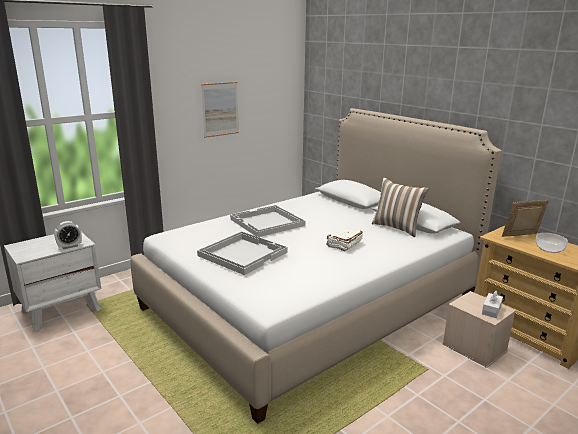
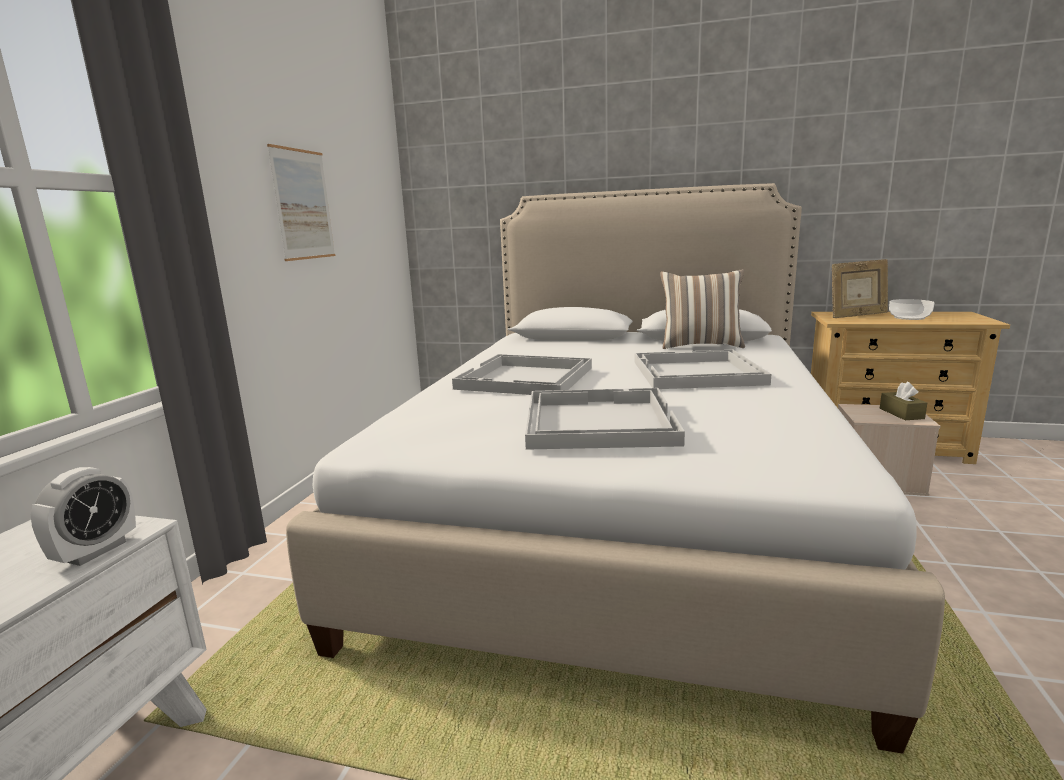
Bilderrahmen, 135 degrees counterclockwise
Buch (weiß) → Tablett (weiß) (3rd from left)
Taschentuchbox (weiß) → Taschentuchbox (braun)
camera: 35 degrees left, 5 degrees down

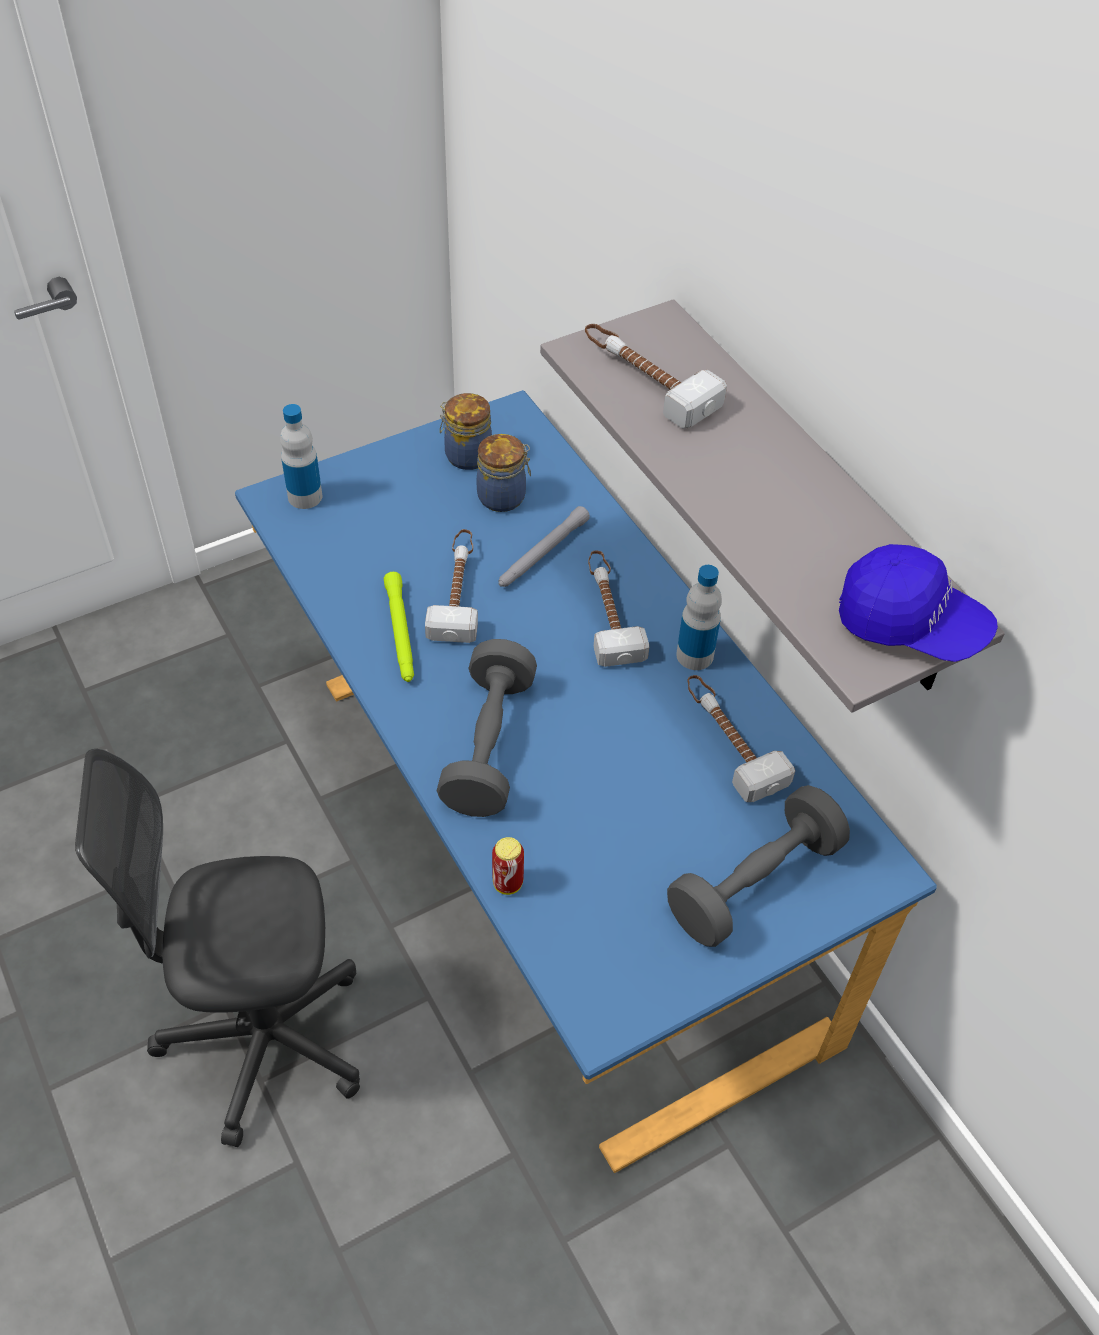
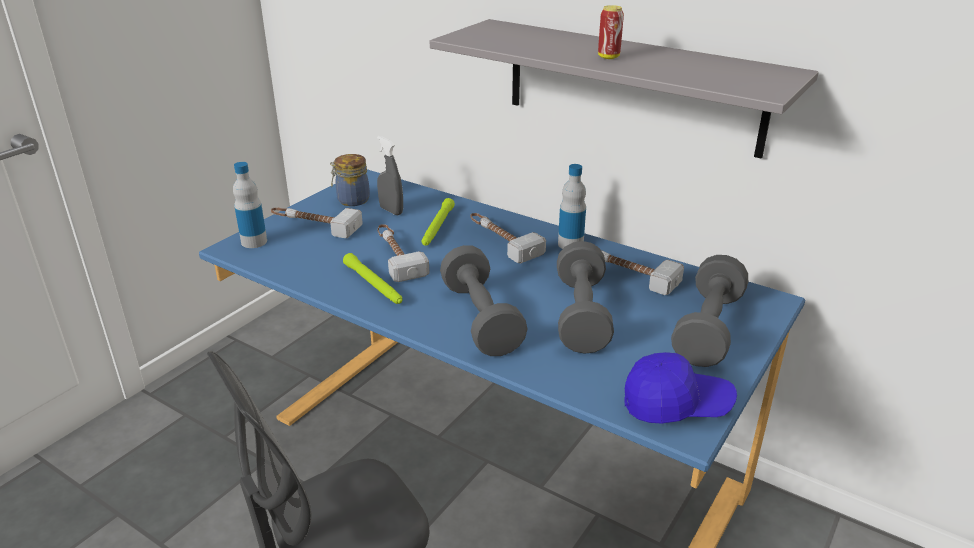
Hammer (3rd from left in the first image) → Hammer (1st from left), moved
Vorratsglas (2nd from left) → Sprühflasche (grau)
Taschenlampe (grau) → Taschenlampe (grün) (2nd from left)
Kappe (blau), moved
Dose, moved
- → Hantel (grau) (2nd from left)
camera: 25 degrees left, 20 degrees down

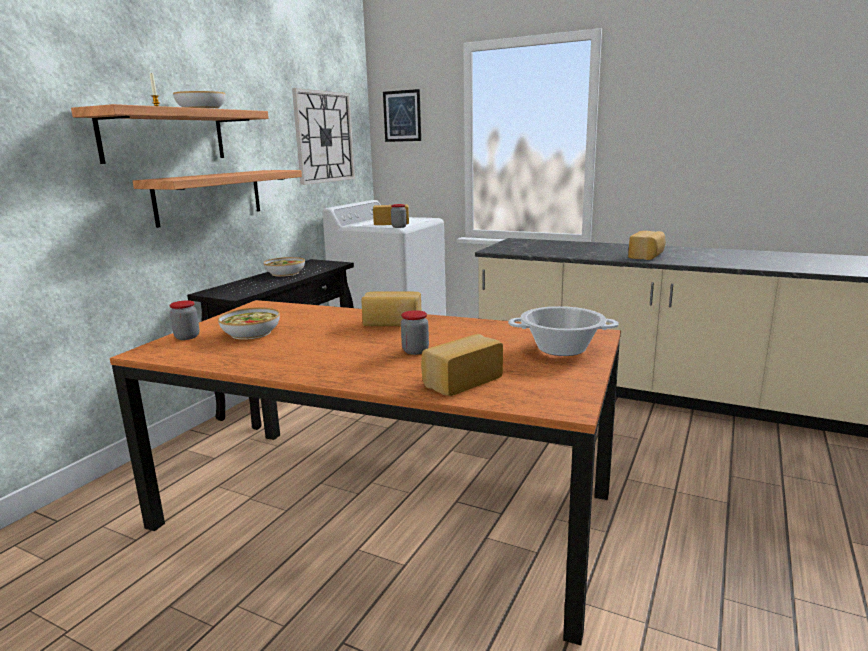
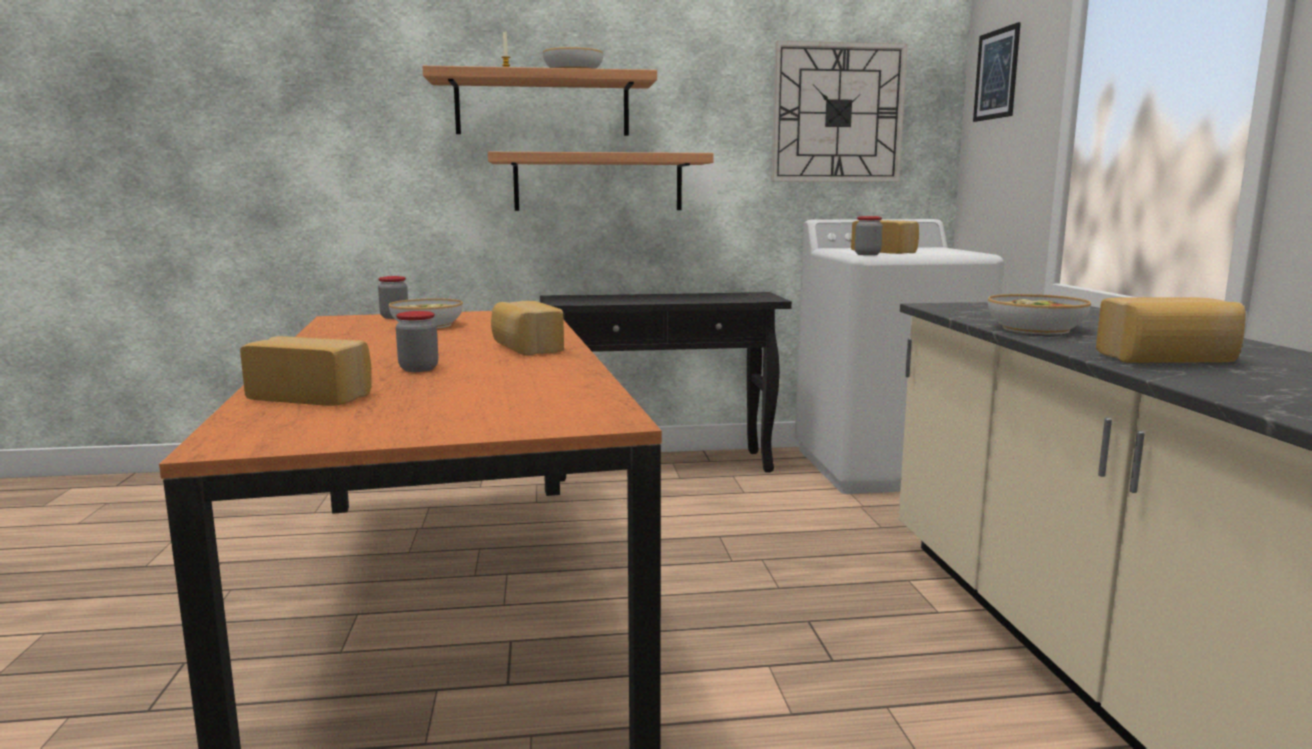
Schüssel (3rd from left), moved
Kochtopf → -
camera: 55 degrees right, 5 degrees down

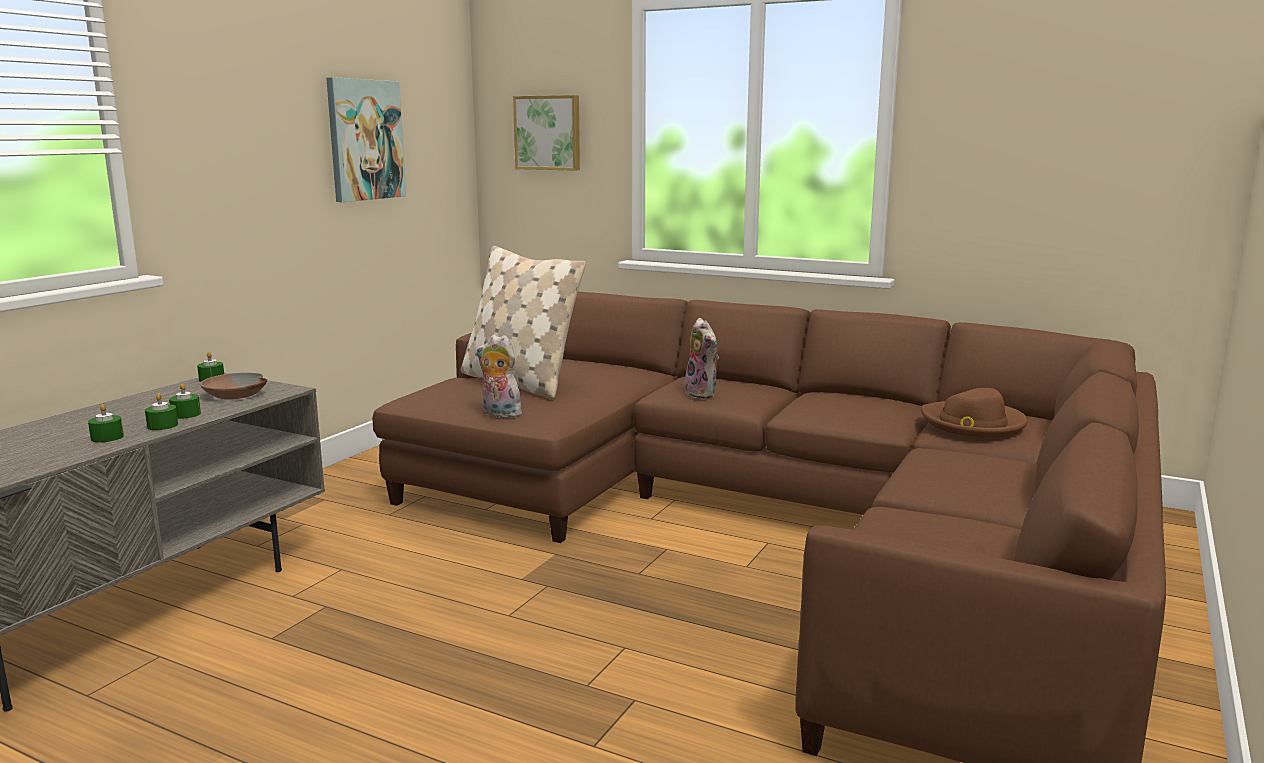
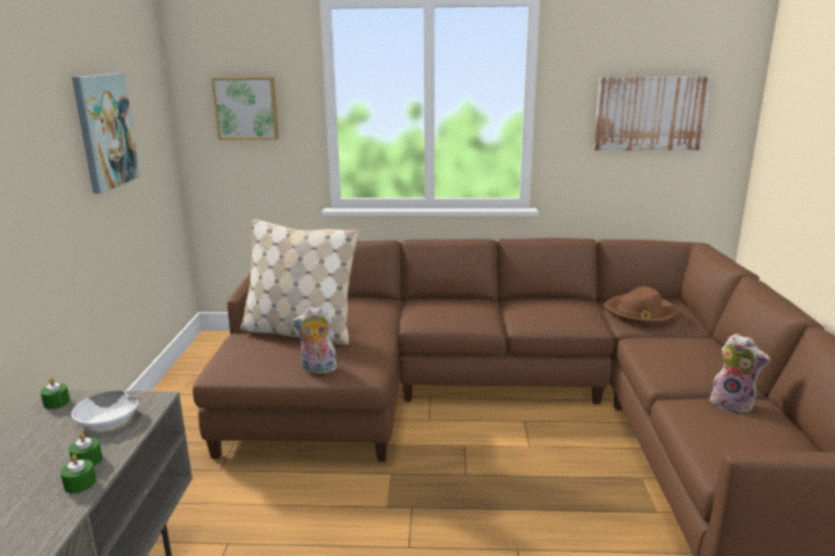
Plüschtier (2nd from left), moved
Schüssel (braun) → Schüssel (weiß)
Kerze (grün) (1st from left) → -
- → Bild (3rd from left)
camera: 25 degrees left, 5 degrees up

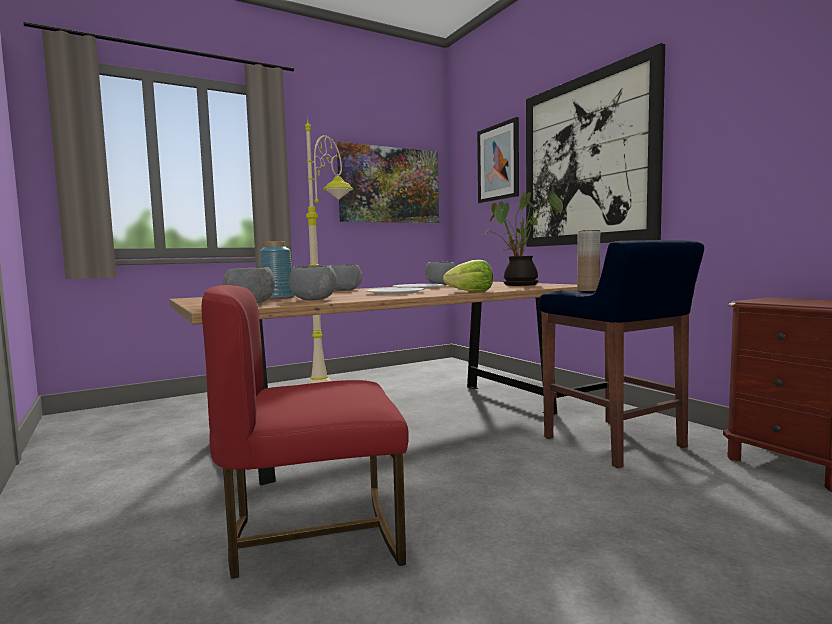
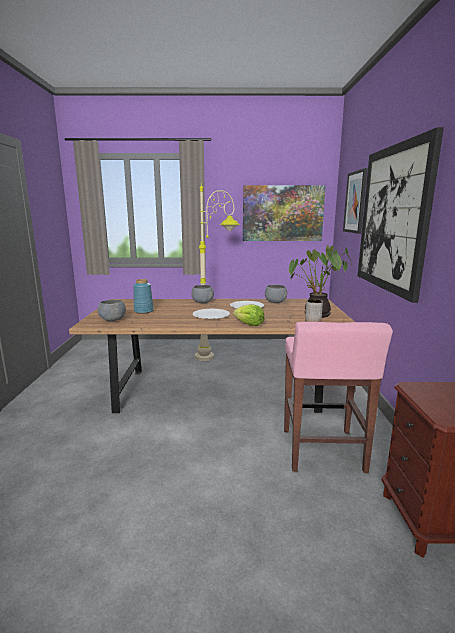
Hocker (blau) → Hocker (rosa)
Schüssel (grau) (2nd from left) → -
Stuhl (rot) → -
camera: 30 degrees right, 10 degrees up

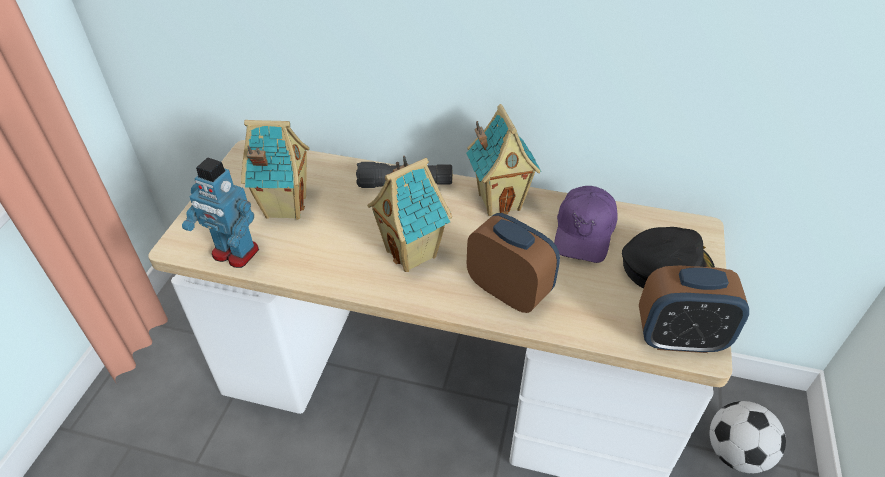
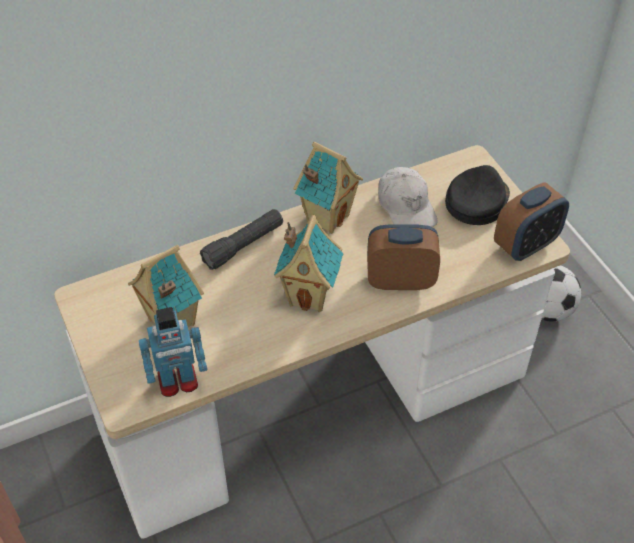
Kappe (lila) → Kappe (weiß)
camera: 40 degrees left, 5 degrees up

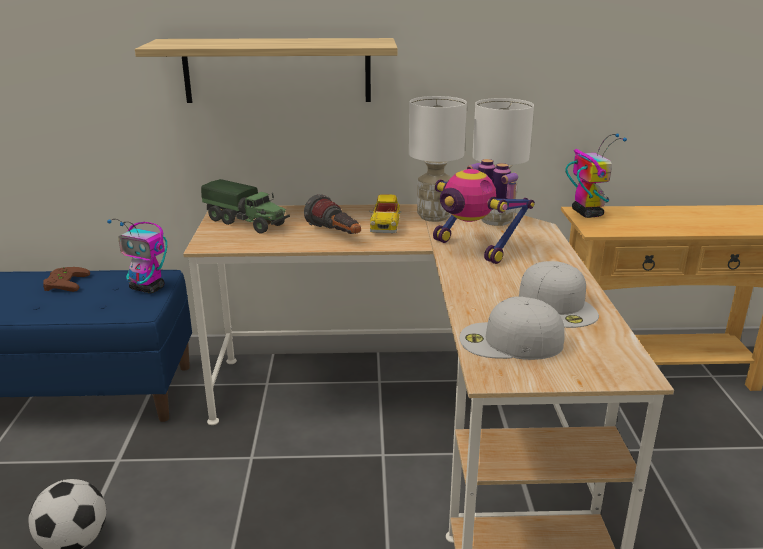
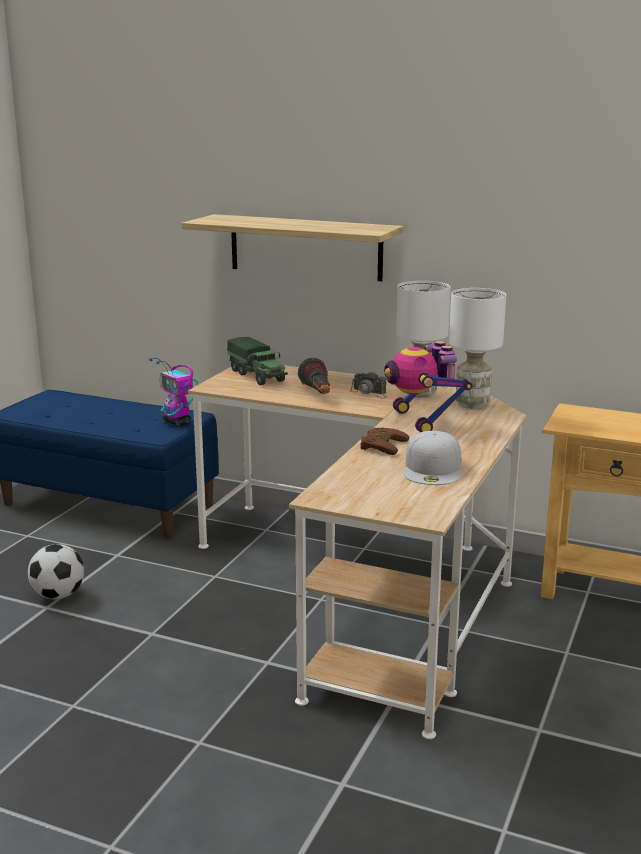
Spielzeugroboter (3rd from left) → -
Spielzeugauto → Kamera
Gamepad (braun), moved
Kappe (weiß) (1st from left) → -
camera: 25 degrees right, 5 degrees down

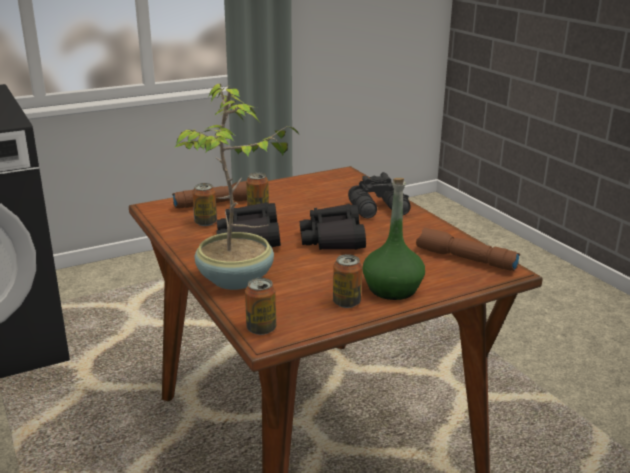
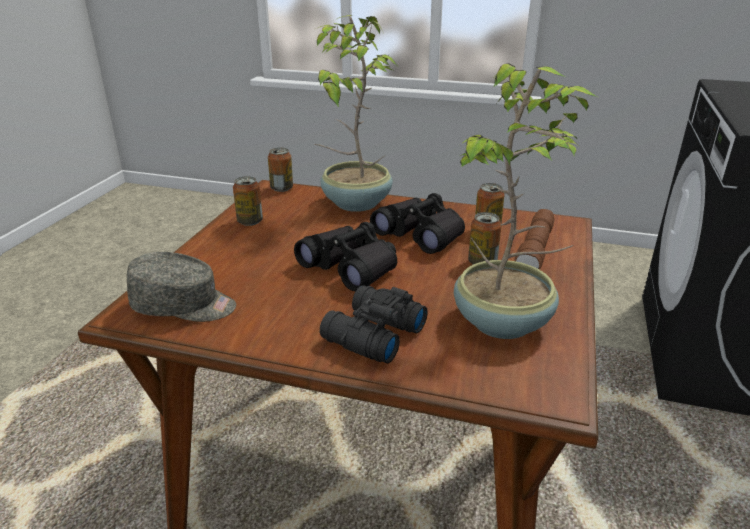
Flasche (grün) → -
Taschenlampe (braun) (2nd from left) → Kappe (grau)
- → Topfpflanze (2nd from left)
camera: 135 degrees right, 5 degrees up

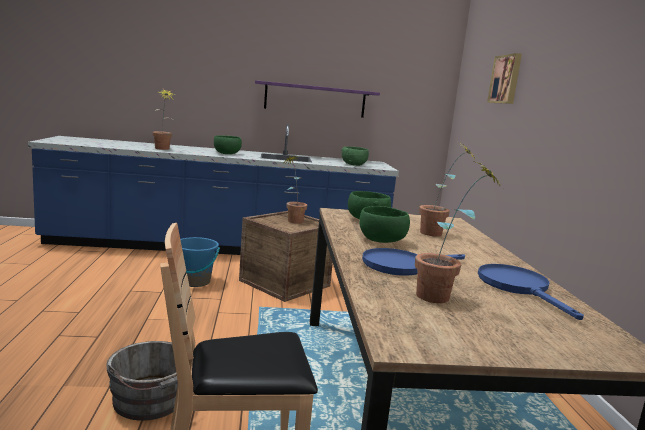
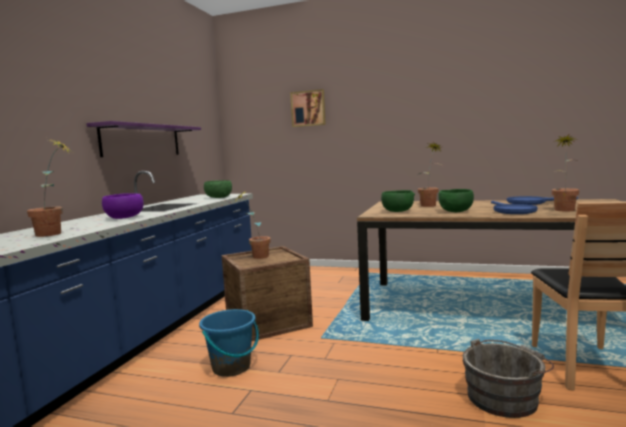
Schüssel (grün) (1st from left) → Schüssel (lila)
camera: 65 degrees left, 5 degrees down

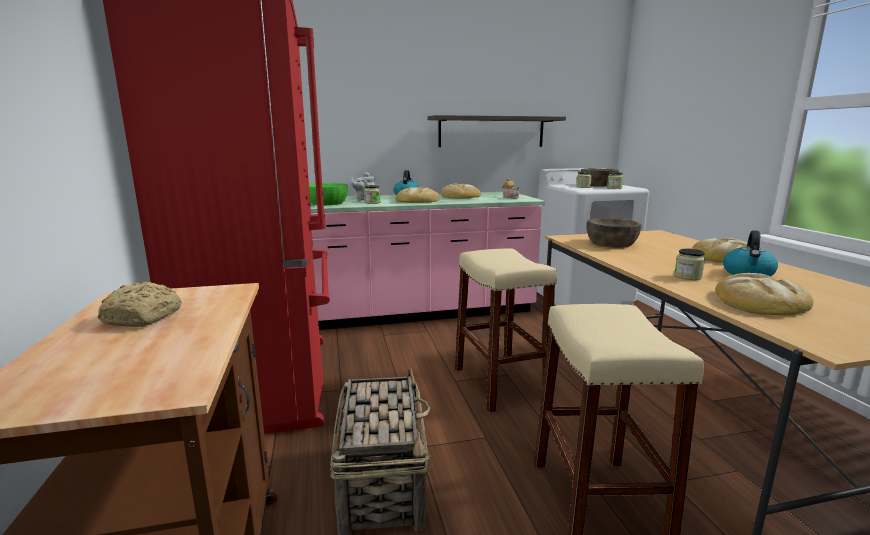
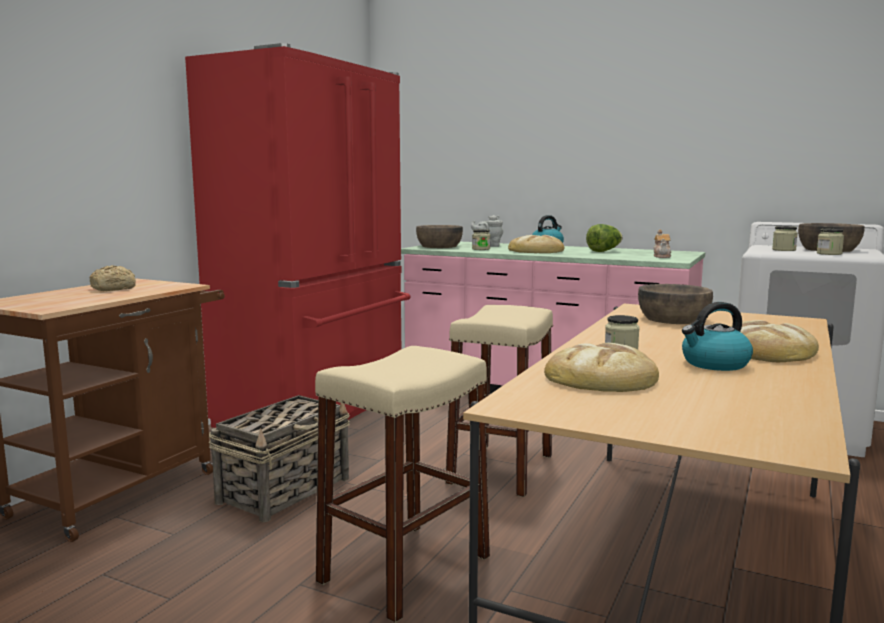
Wandregal → -
Schüssel (grün) → Schüssel (braun) (1st from left)
Brot (3rd from left) → Salatkopf
camera: 40 degrees right, 5 degrees down

